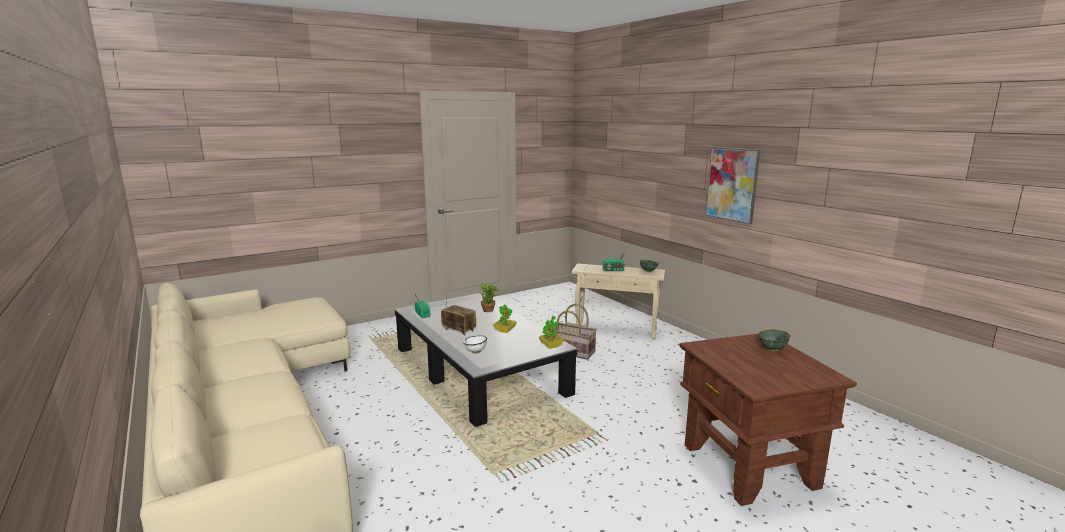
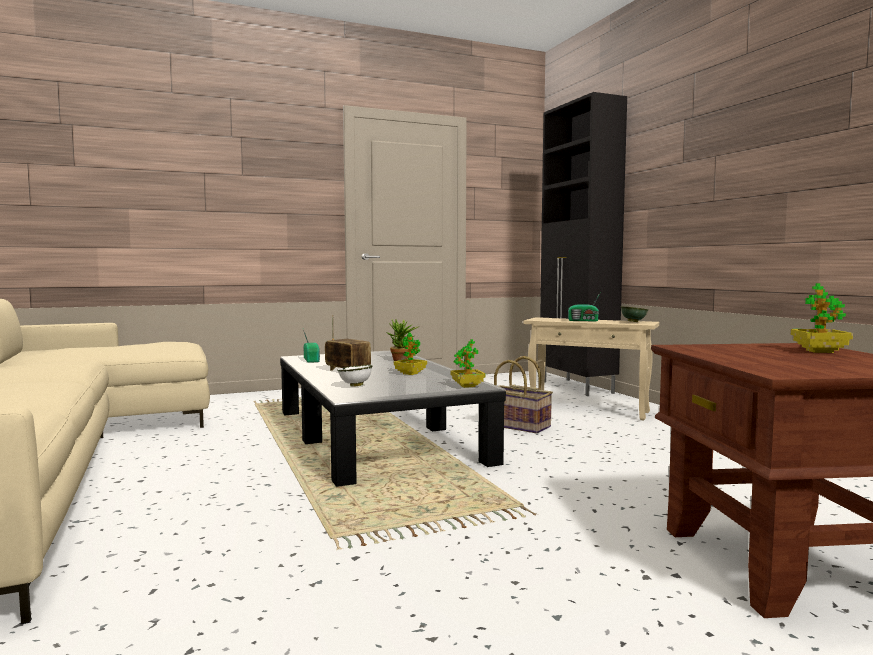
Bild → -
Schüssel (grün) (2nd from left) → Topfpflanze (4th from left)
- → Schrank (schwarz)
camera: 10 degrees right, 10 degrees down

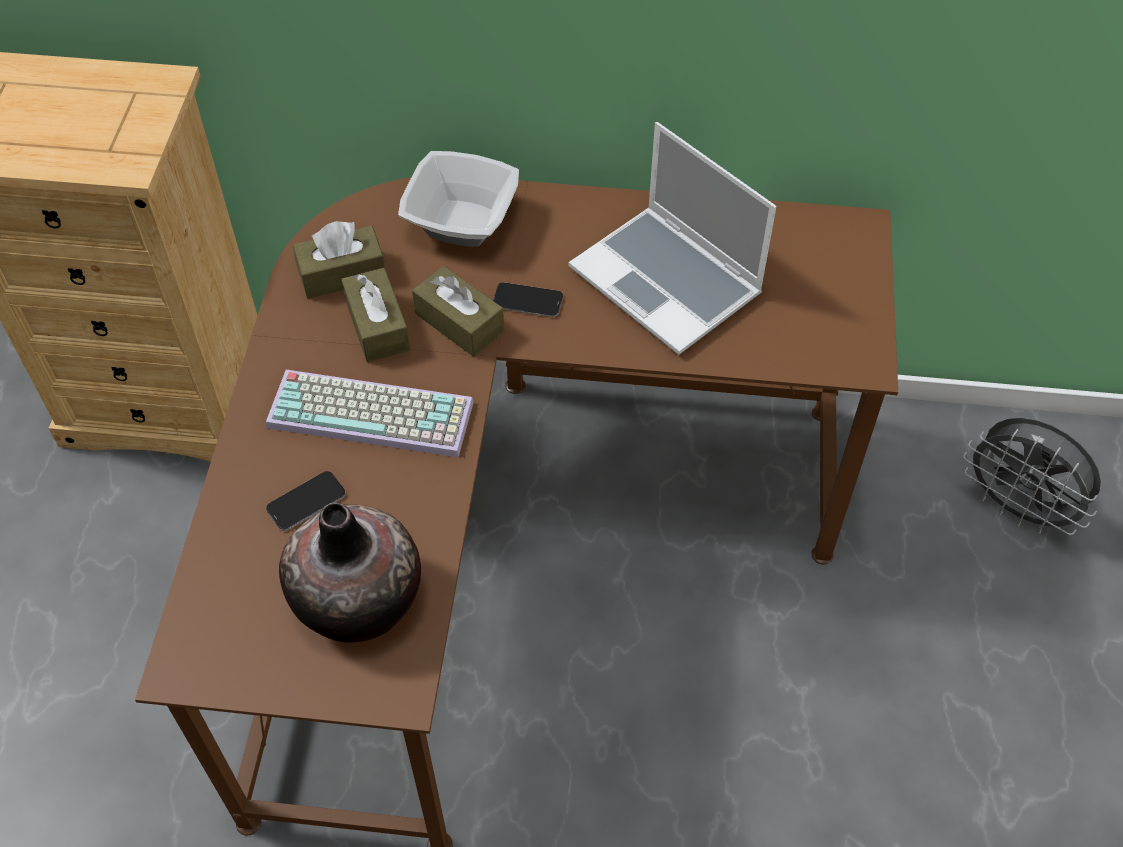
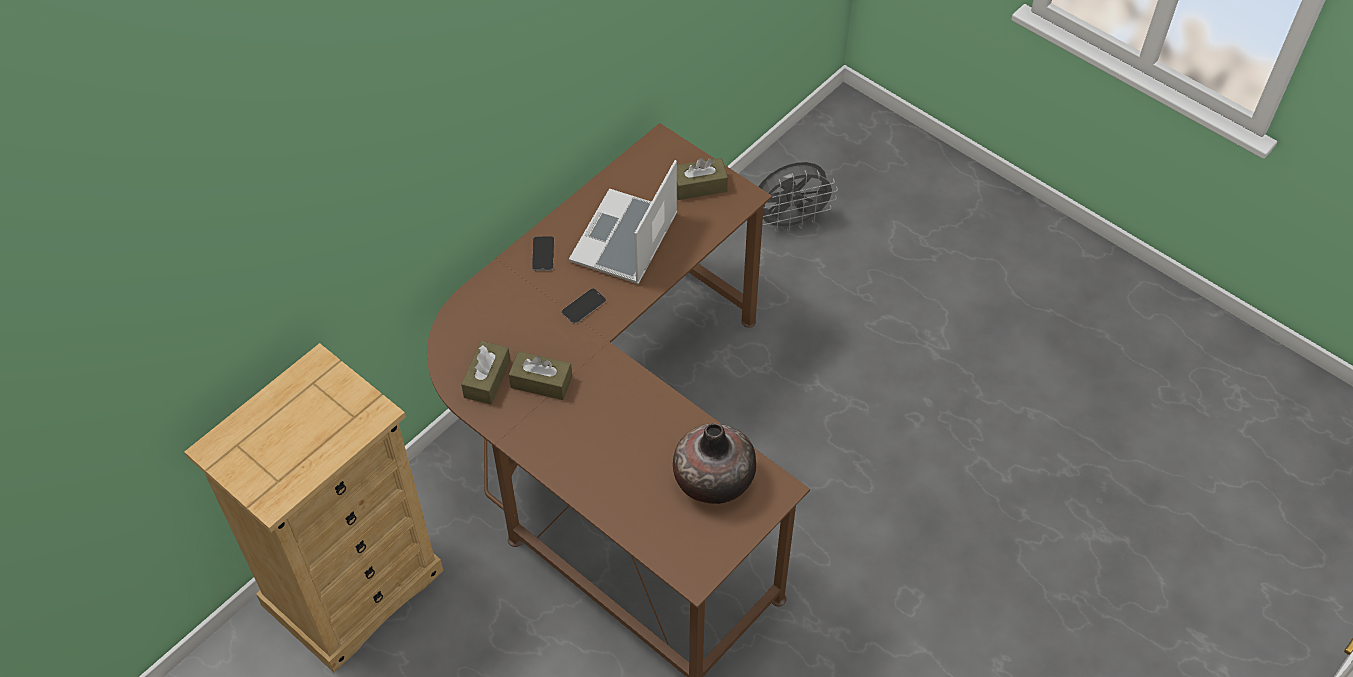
Laptop, 120 degrees clockwise
Schüssel → -
Taschentuchbox (braun) (3rd from left), moved
Tastatur → -
Handy (1st from left), moved
camera: 55 degrees left, 0 degrees up

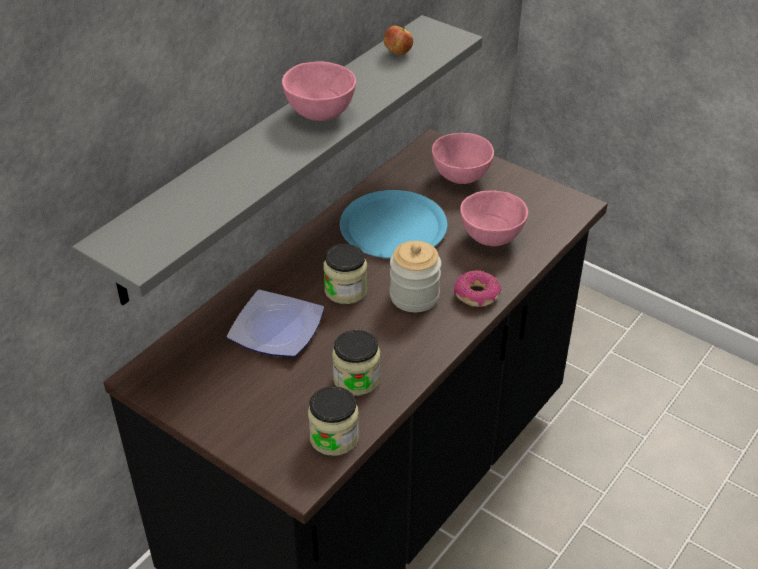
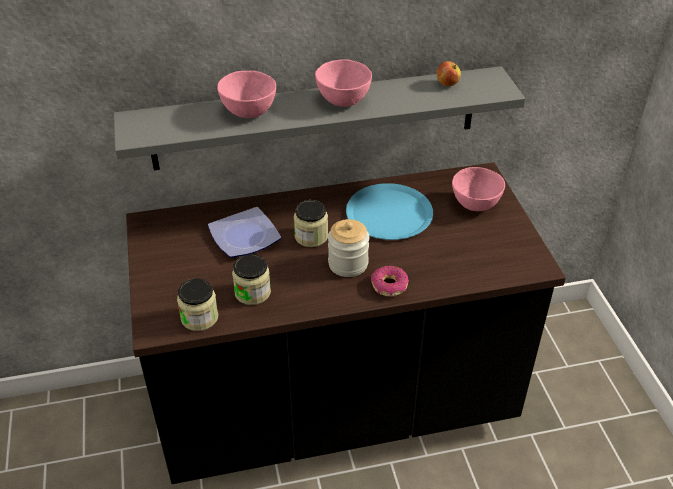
Schüssel (rosa) (3rd from left in the first image) → Schüssel (rosa) (1st from left), moved
camera: 40 degrees right, 0 degrees up

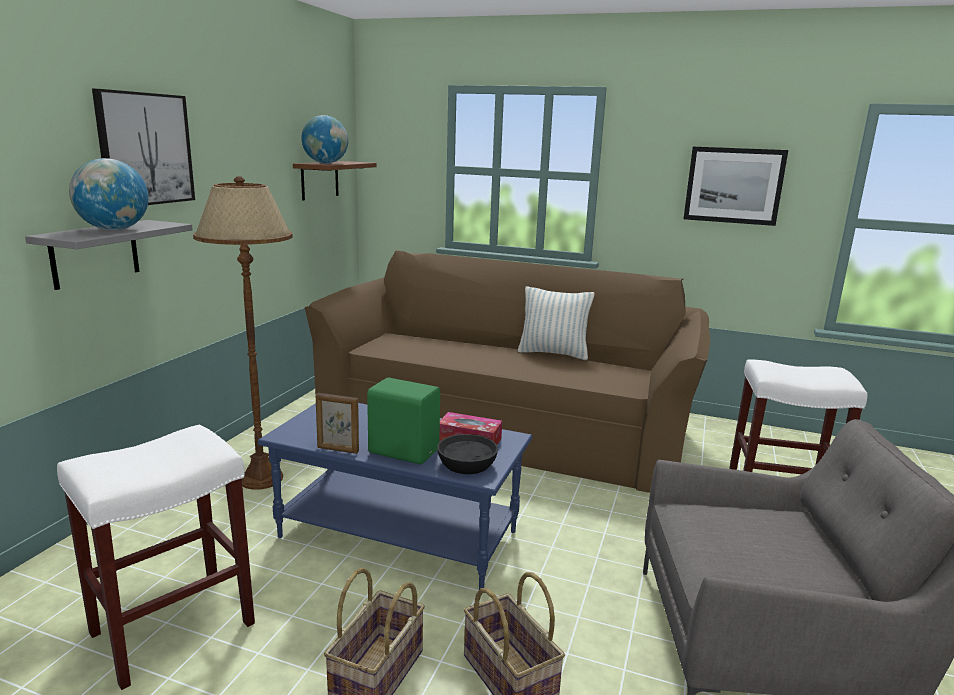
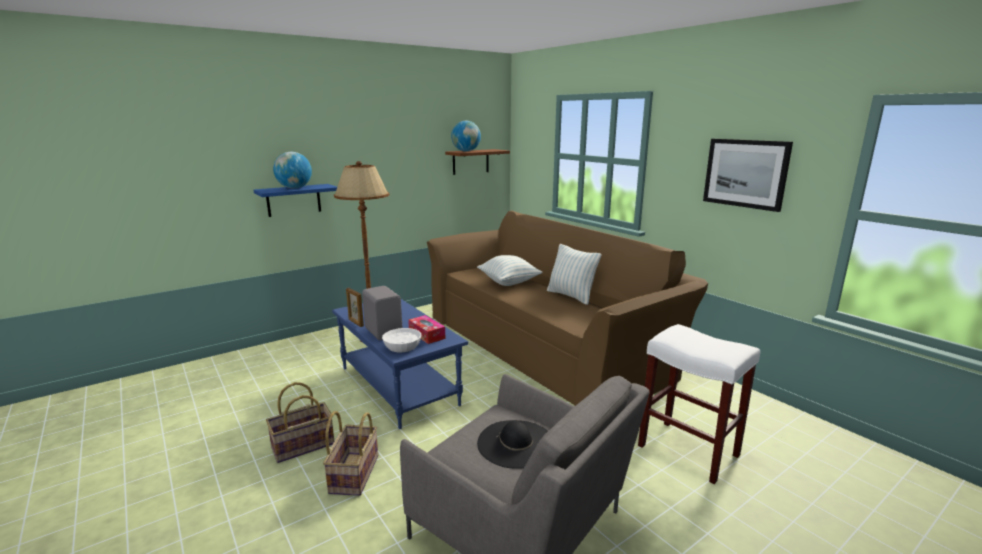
Bild (1st from left) → -
Wandregal (grau) → Wandregal (blau)
Lautsprecher (grün) → Lautsprecher (grau)
Hocker (weiß) (1st from left) → -
Schüssel (schwarz) → Schüssel (weiß)
- → Kissen (1st from left)
- → Hut (schwarz)
camera: 35 degrees right, 0 degrees up

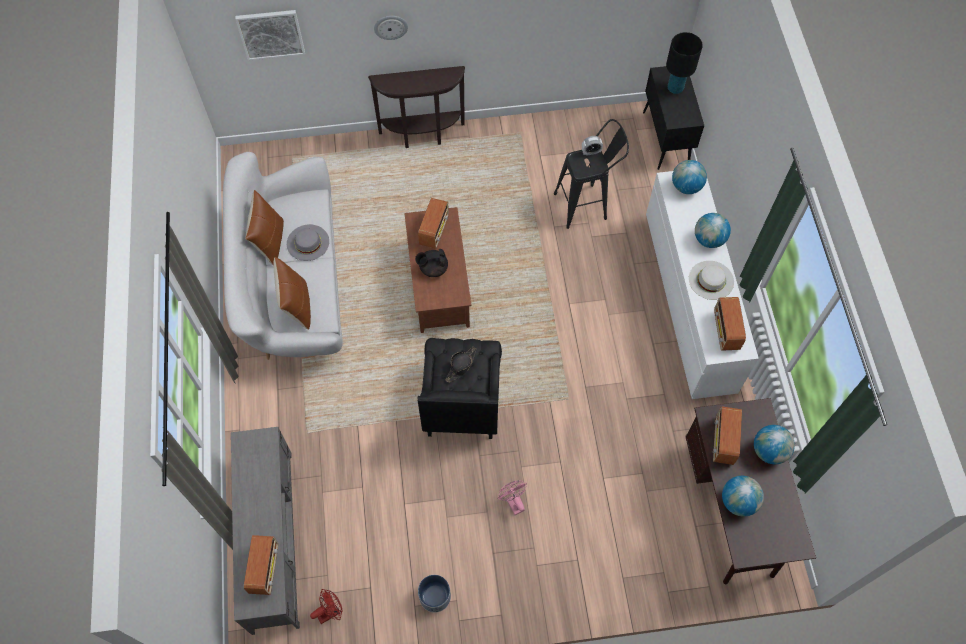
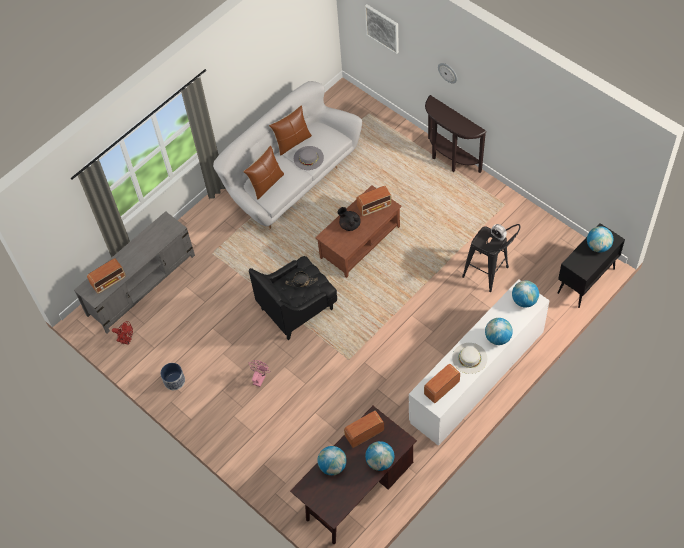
Tischlampe (schwarz) → Globus (5th from left)
camera: 55 degrees right, 5 degrees down

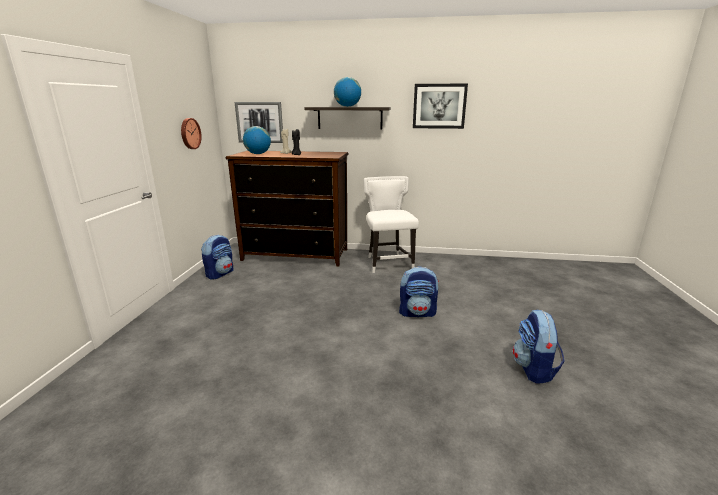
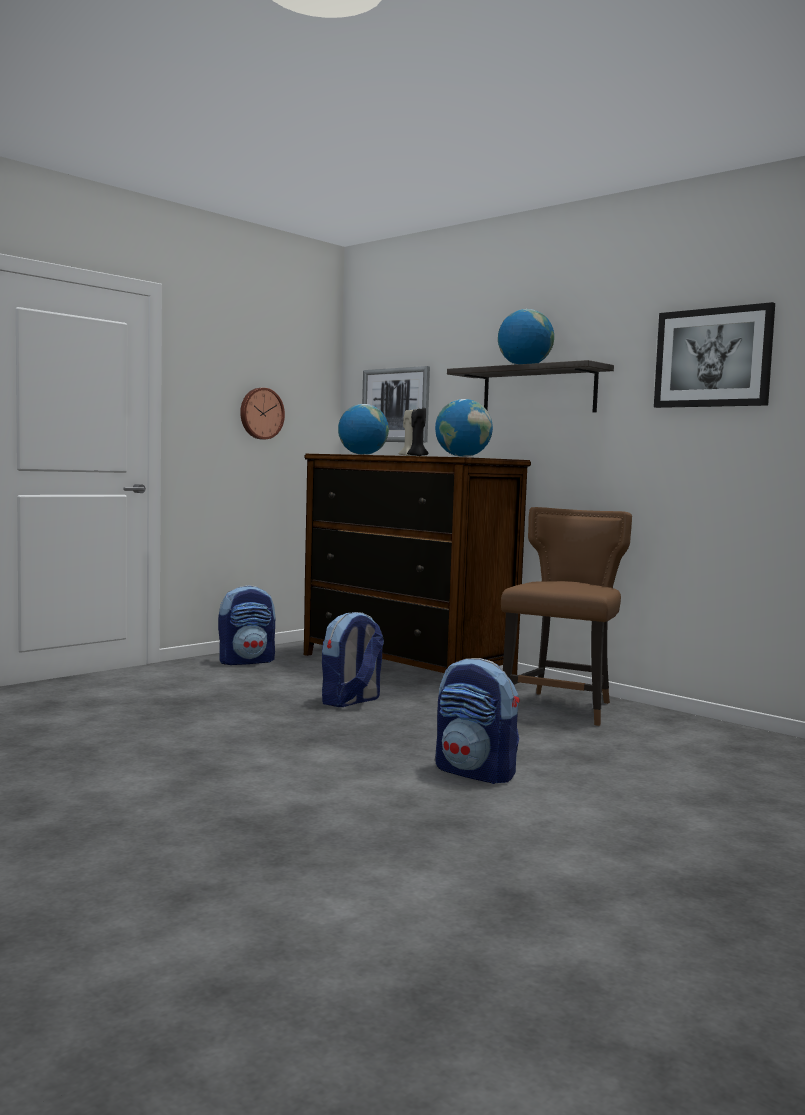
Stuhl (weiß) → Stuhl (braun)
Rucksack (3rd from left in the first image) → Rucksack (2nd from left), moved
- → Globus (2nd from left)
camera: 35 degrees right, 15 degrees down

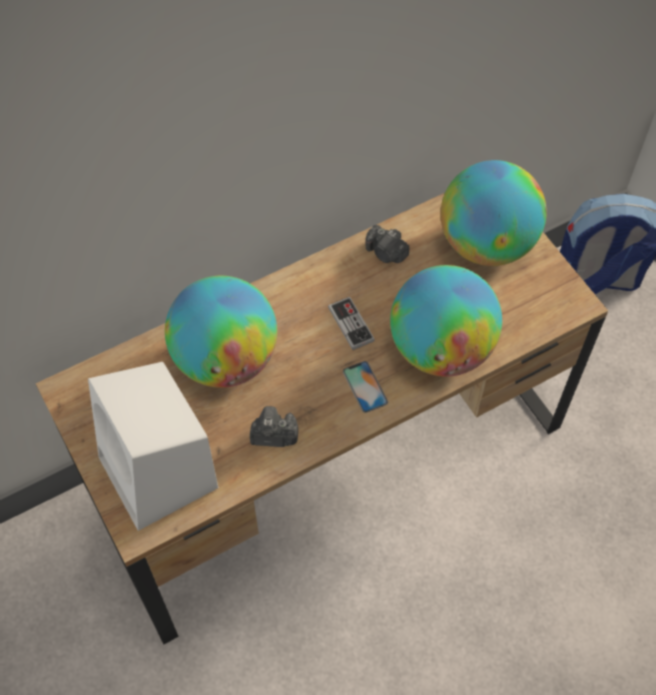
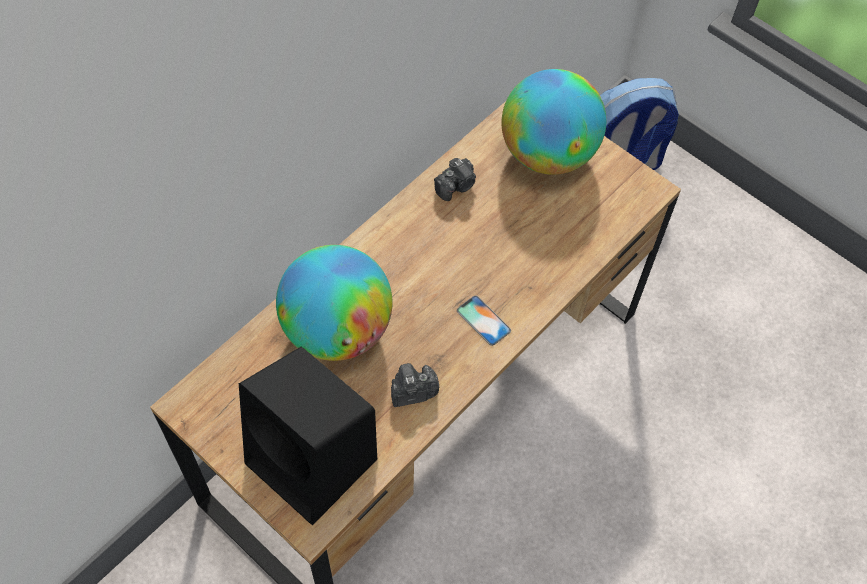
Kamera (2nd from left), 60 degrees counterclockwise
Globus (2nd from left) → -
Gamepad → -
Lautsprecher (weiß) → Lautsprecher (schwarz)
camera: 20 degrees left, 0 degrees up

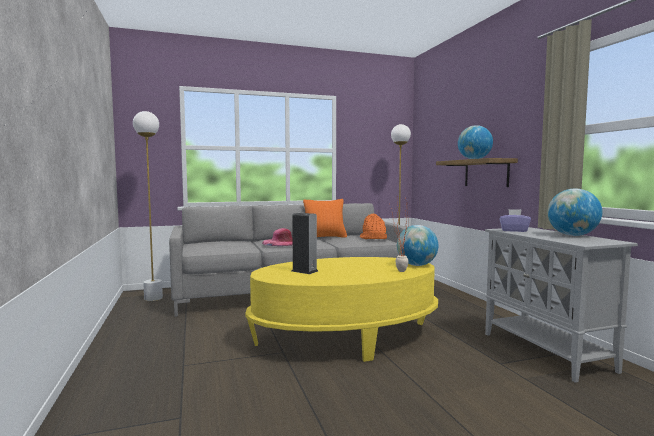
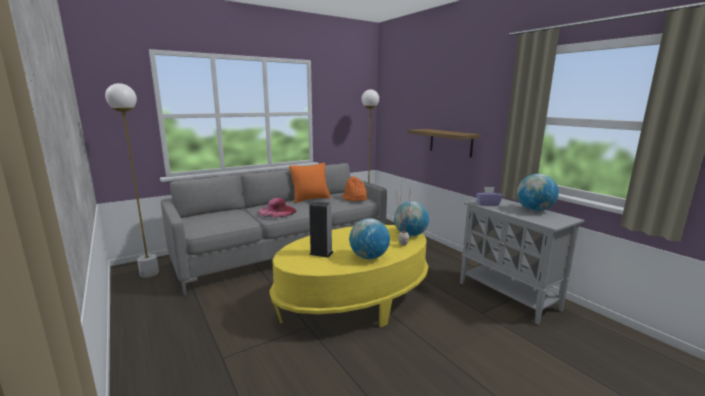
Globus (2nd from left in the first image) → Globus (1st from left), moved
camera: 15 degrees left, 10 degrees up

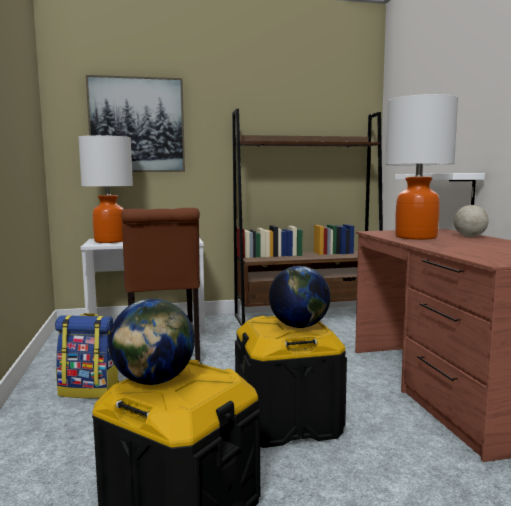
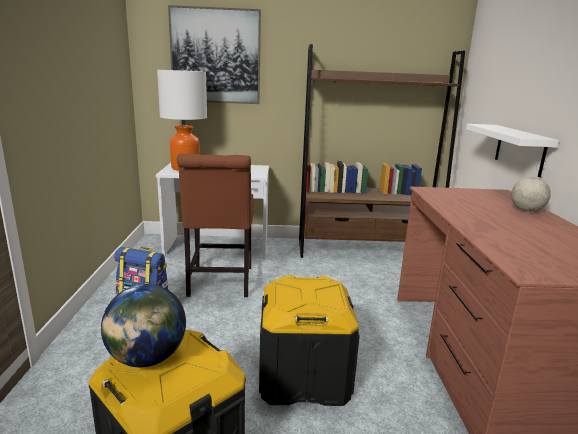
Tischlampe (2nd from left) → -
Globus (2nd from left) → -
camera: 10 degrees right, 10 degrees up

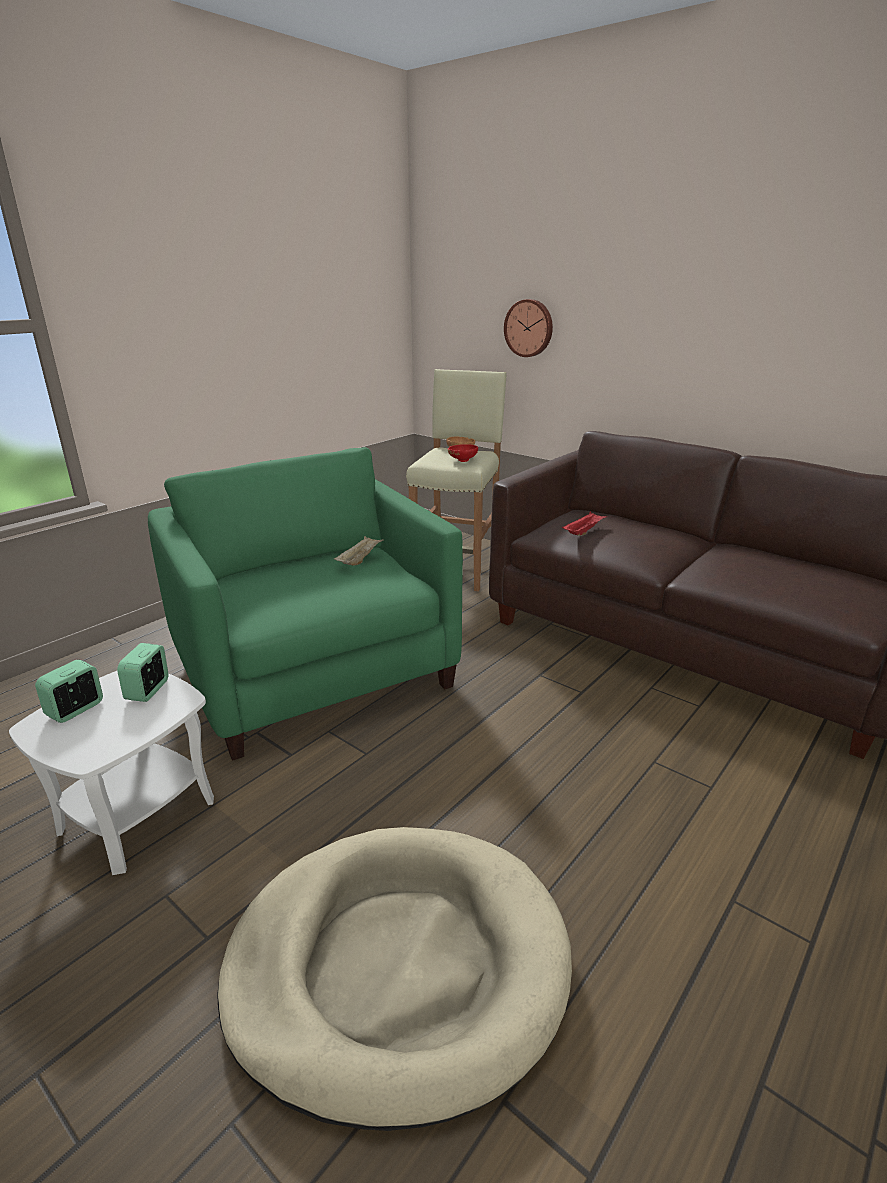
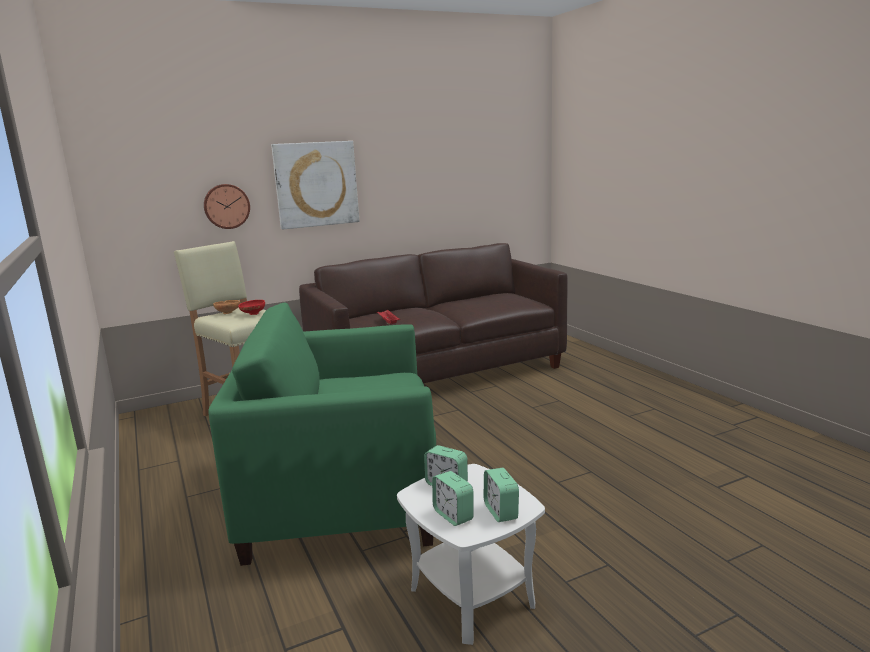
Tablett (beige) → -
Hundebett (beige) → -
- → Bild
- → Wecker (3rd from left)
camera: 65 degrees left, 10 degrees down

